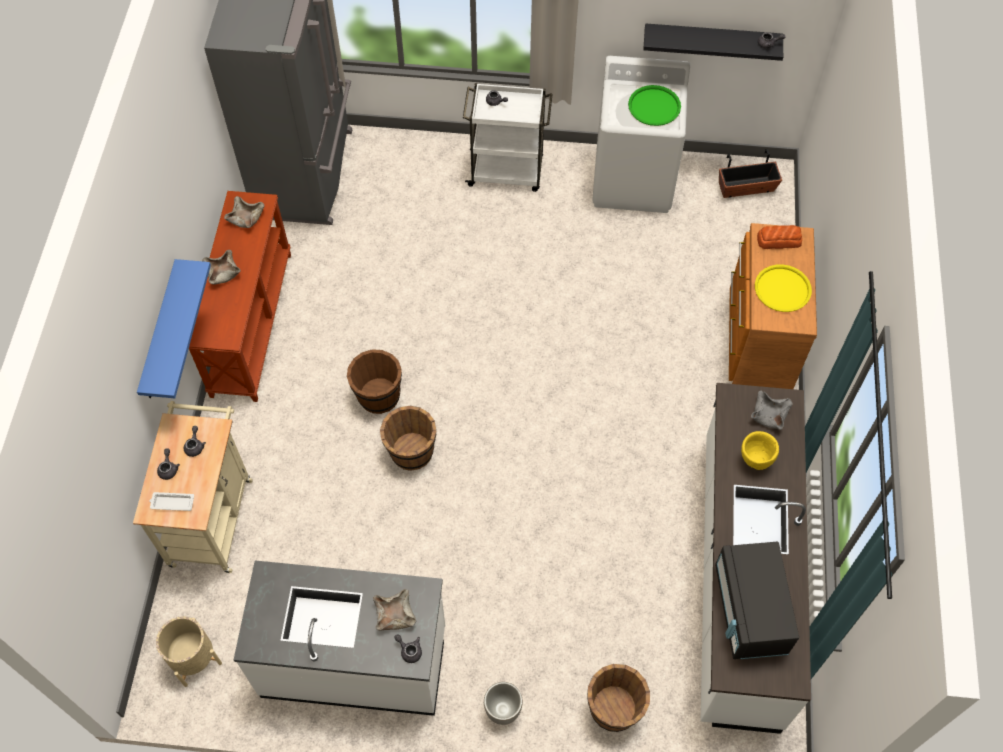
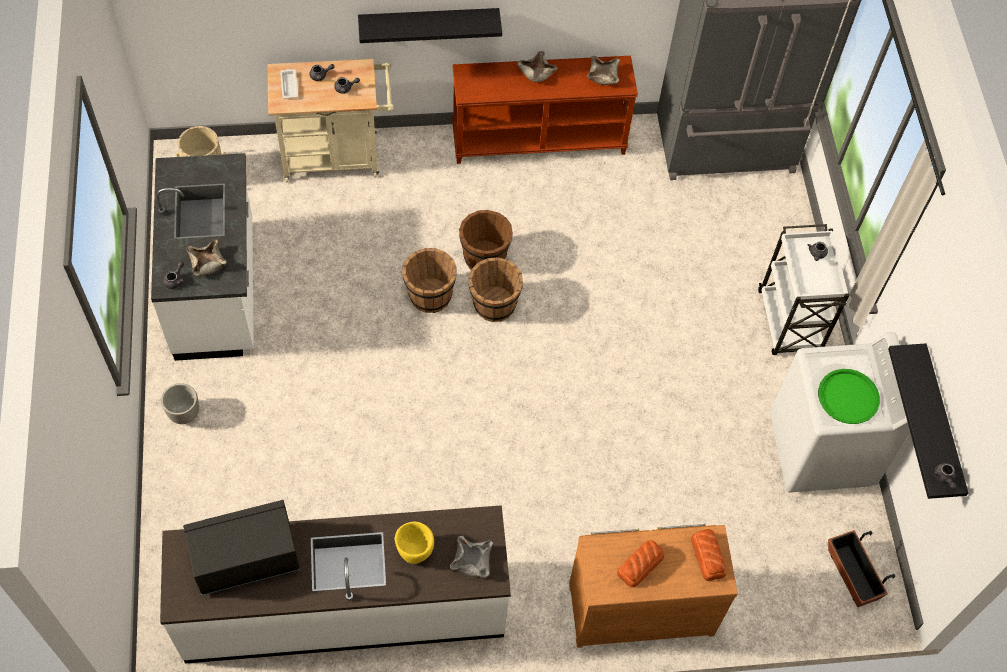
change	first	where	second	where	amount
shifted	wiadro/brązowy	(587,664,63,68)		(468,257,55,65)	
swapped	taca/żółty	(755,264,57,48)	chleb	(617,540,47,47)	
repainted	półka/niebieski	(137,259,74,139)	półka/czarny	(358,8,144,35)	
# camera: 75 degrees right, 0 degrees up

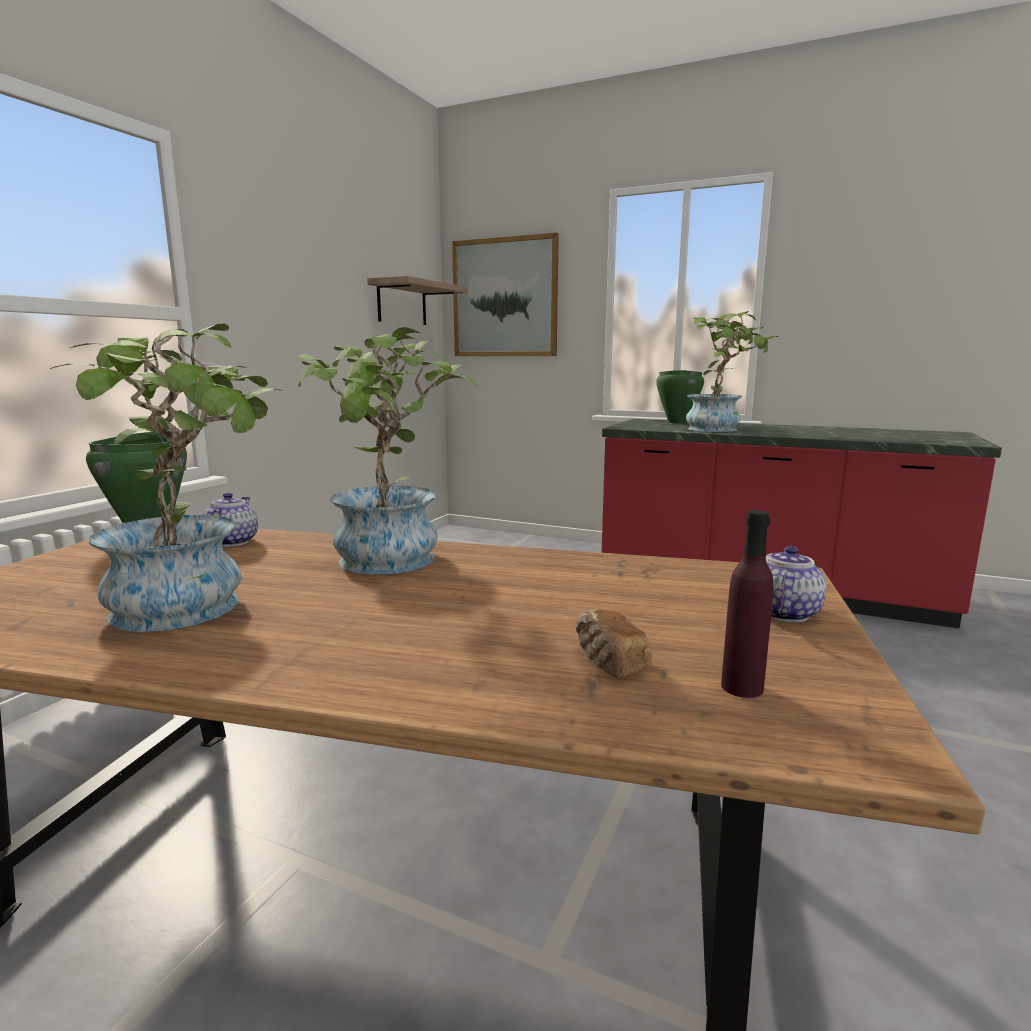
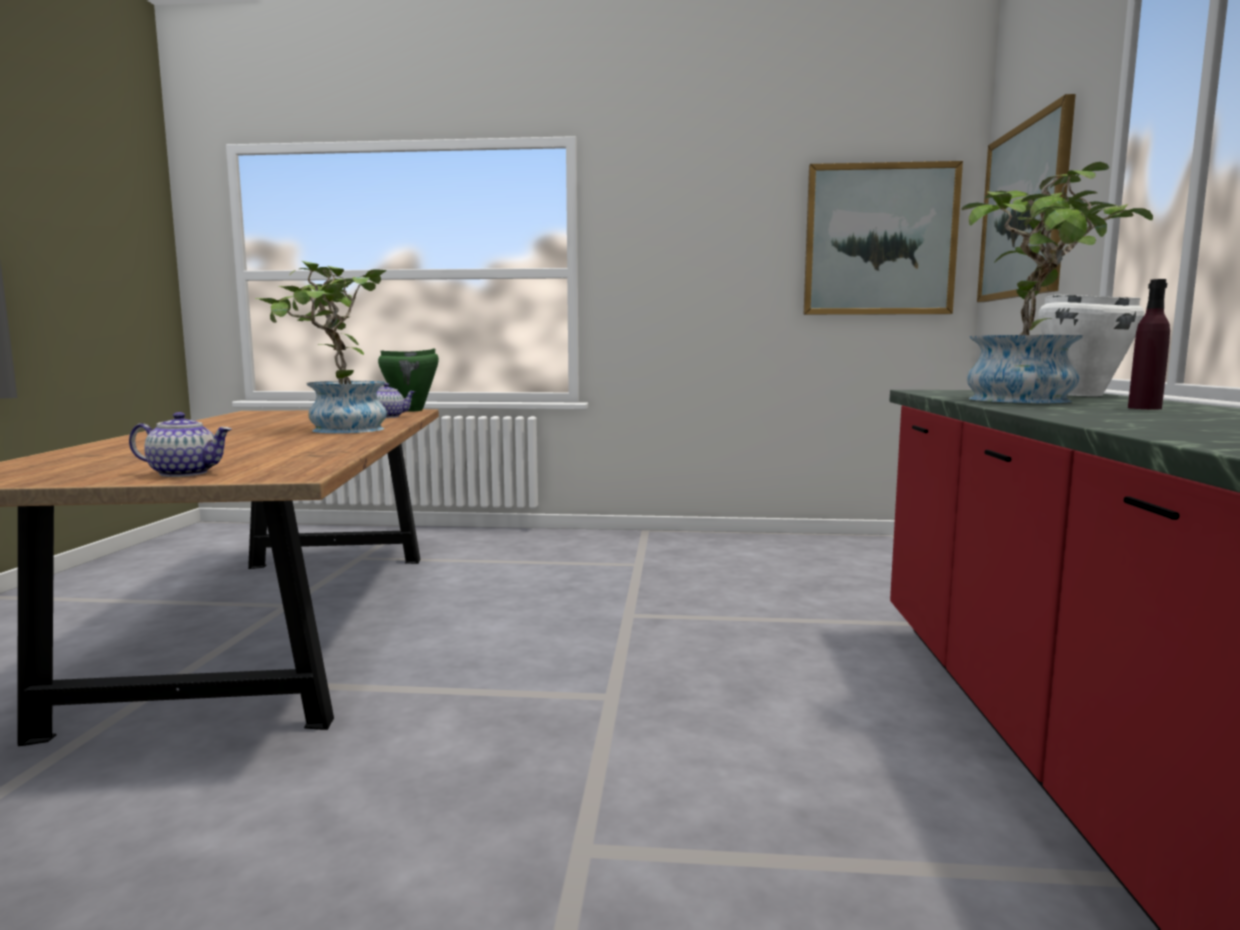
change	first	where	second	where	amount
gone	roślina doniczkowa	(50,324,233,308)			
gone	chleb	(575,610,77,68)			
shifted	butelka/fioletowy	(721,510,53,188)		(1128,279,42,130)	
swapped	półka	(367,276,101,49)	obraz	(804,161,159,154)	
repainted	garnek/zielony	(656,370,48,53)	garnek/biały	(1038,294,106,102)	
# camera: 70 degrees right, 5 degrees down

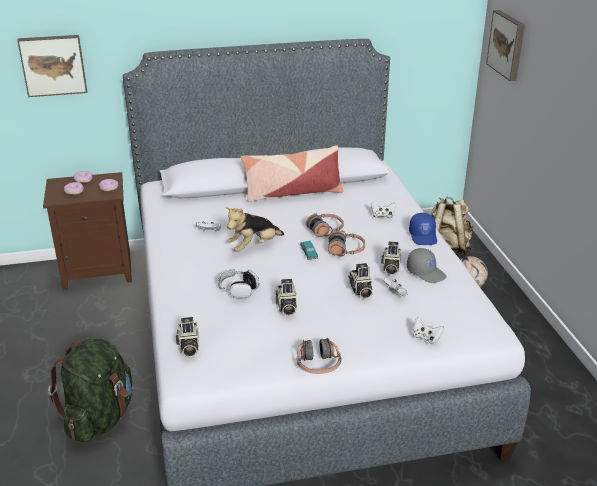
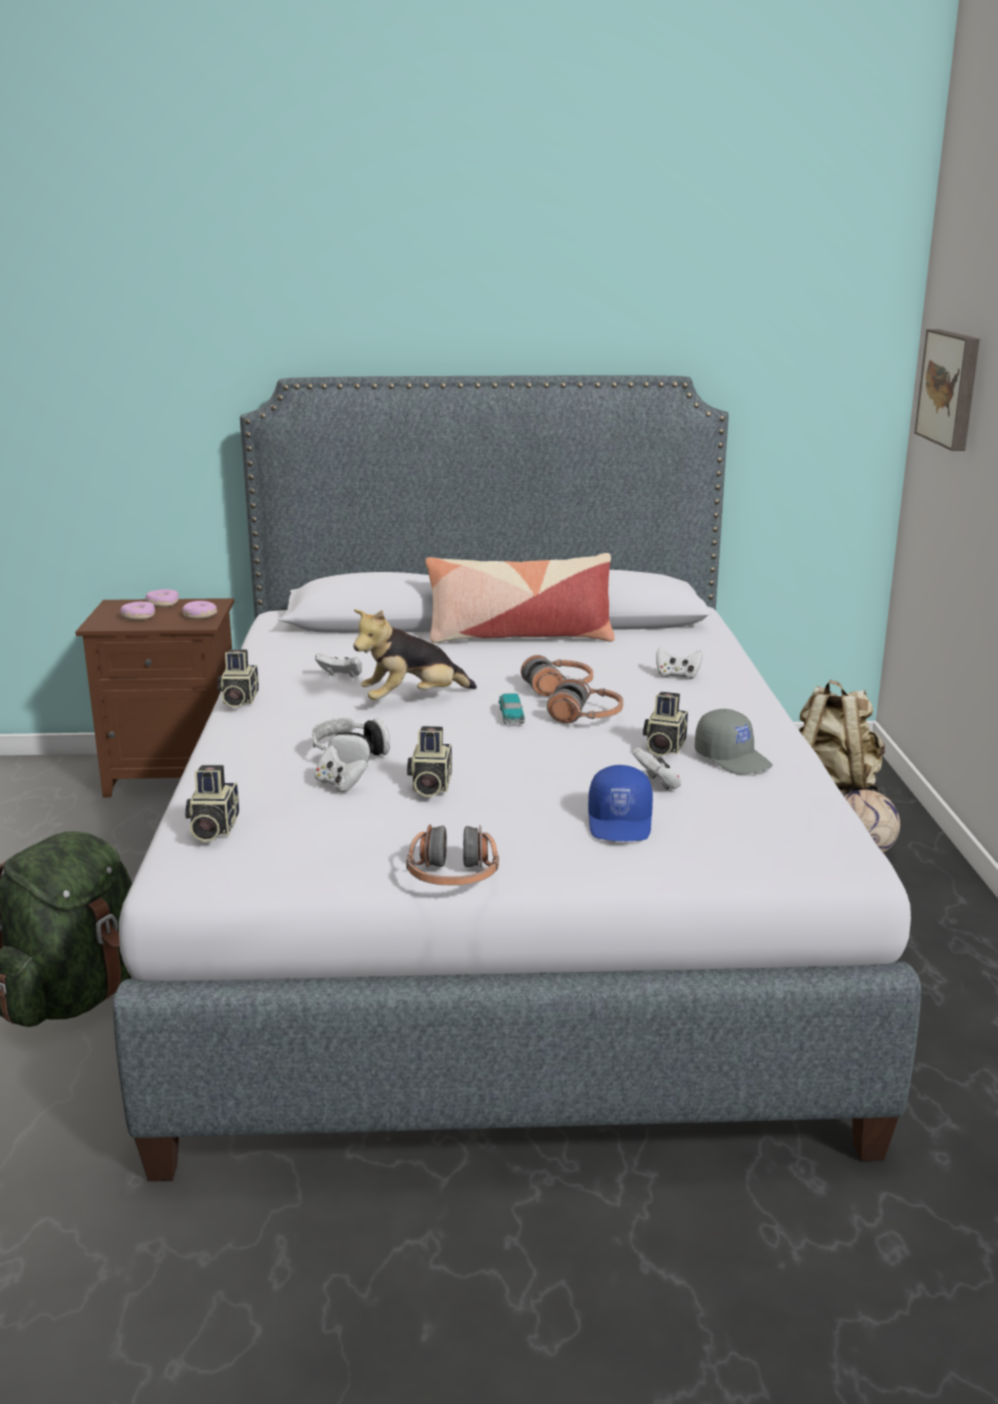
change	first	where	second	where	amount
gone	obraz	(17,35,70,62)			
shifted	aparat fotograficzny	(348,263,25,36)		(217,650,42,57)	
shifted	czapka z daszkiem/niebieski	(409,213,28,32)		(588,765,65,76)	
shifted	pad do gier/biały	(412,317,32,27)		(314,745,53,47)	
# camera: 10 degrees right, 10 degrees down

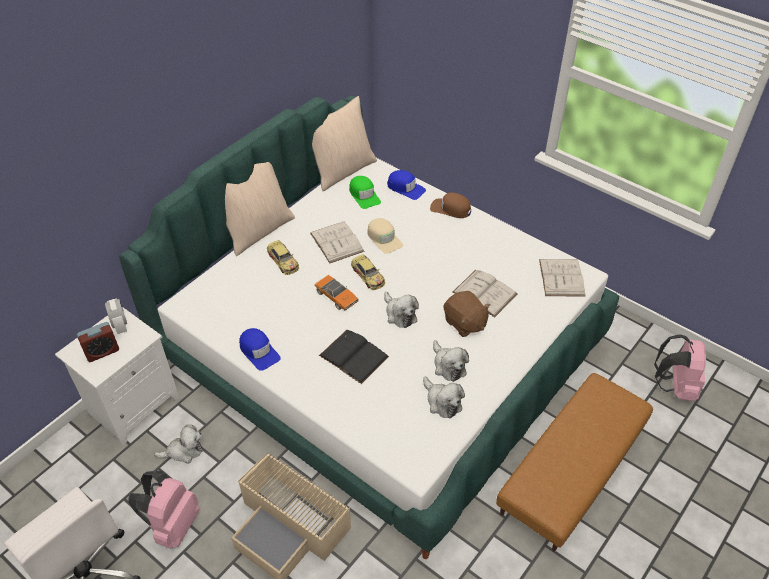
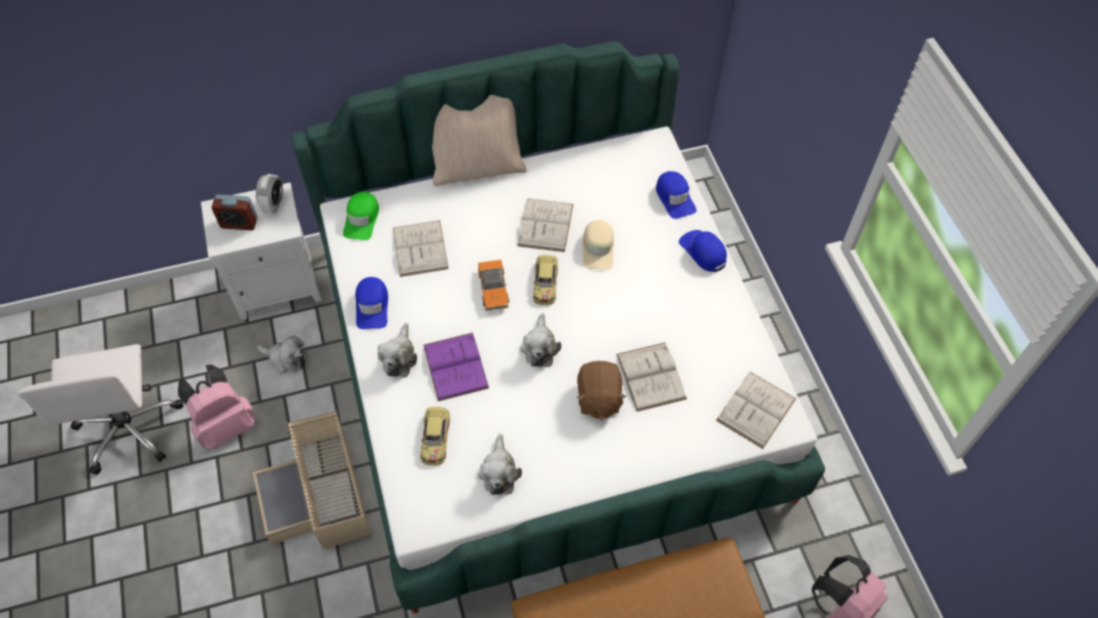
change	first	where	second	where	amount
gone	poduszka/beżowy	(312,96,65,95)			
new			książka/biały	(393,220,56,57)	
shifted	samochodzik	(267,240,32,35)		(420,407,30,58)	
shifted	czapka z daszkiem/zielony	(349,176,32,33)		(343,192,36,48)	
shifted	pluszak	(433,340,36,42)		(378,323,39,55)	
repainted	książka/czarny	(319,330,70,54)	książka/fioletowy	(423,333,66,68)	
repainted	czapka z daszkiem/brązowy	(430,192,41,26)	czapka z daszkiem/niebieski	(679,230,48,42)	
# camera: 35 degrees right, 10 degrees up

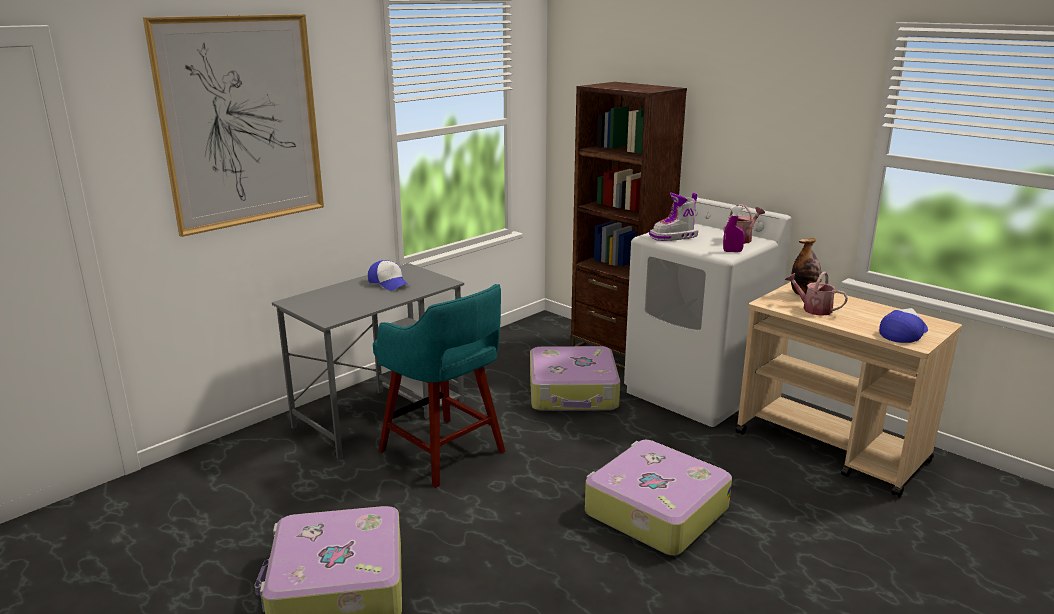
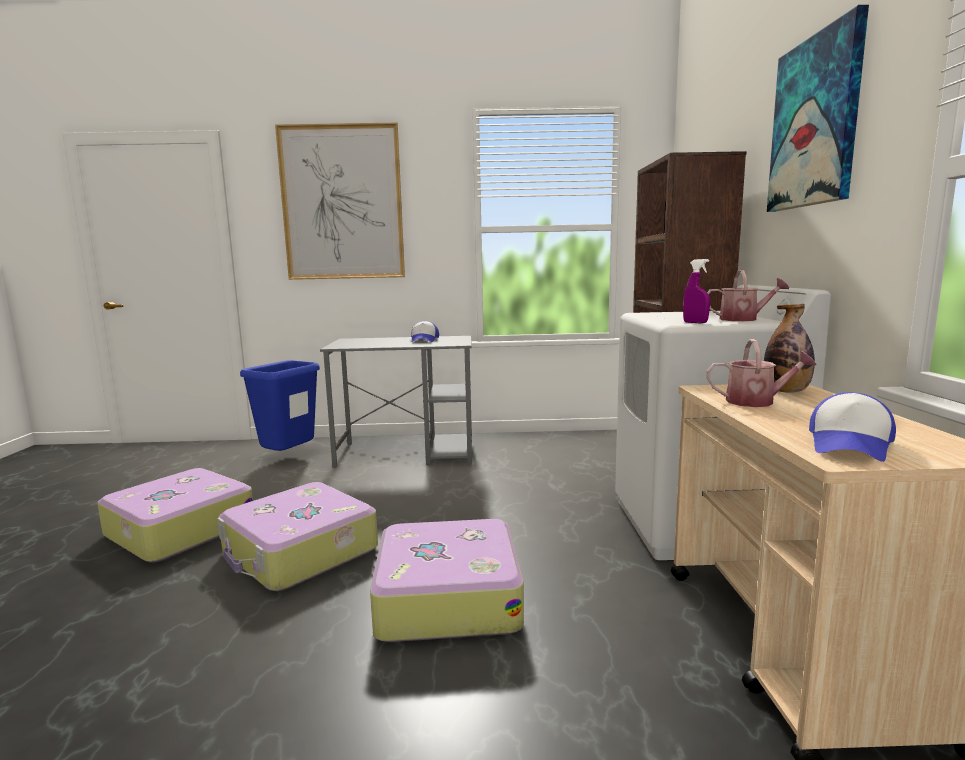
change	first	where	second	where	amount
gone	stołek/turkusowy	(373,284,132,204)			
gone	but z cholewką	(649,193,50,48)			
new			kosz na śmieci/niebieski	(240,360,80,91)	
new			obraz	(767,5,102,207)	
shifted	walizka	(530,346,90,65)		(217,482,161,109)	
rotated	konewka	(785,271,63,45)		(707,339,110,68)	105 degrees clockwise
rotated	czapka z daszkiem	(879,308,49,35)		(809,392,87,70)	120 degrees clockwise
# camera: 45 degrees right, 10 degrees down

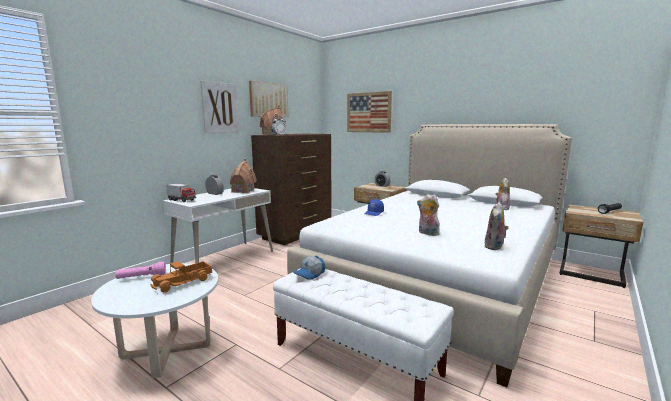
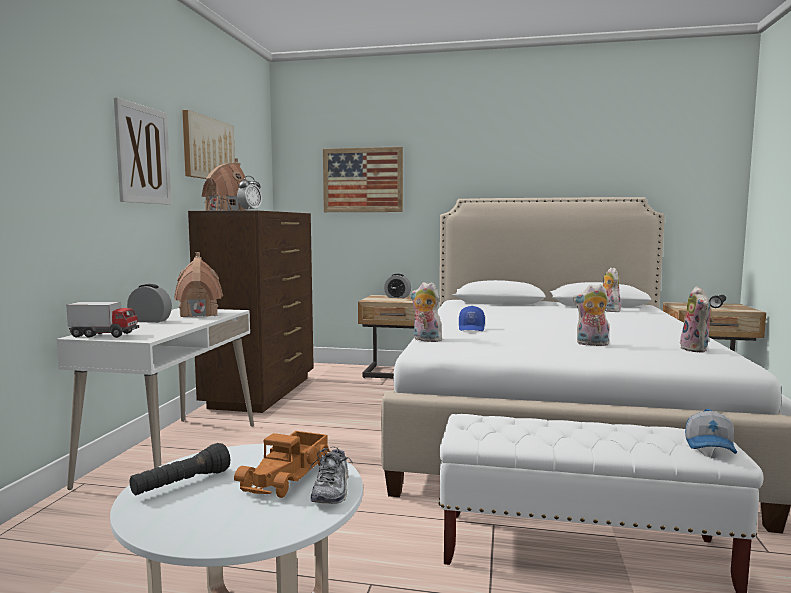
change	first	where	second	where	amount
new			but	(309,447,44,57)	
new			pluszak	(410,282,32,60)	
shifted	czapka z daszkiem	(293,256,32,24)		(685,409,52,45)	
repainted	latarka/różowy	(115,261,51,18)	latarka/czarny	(130,443,100,52)	
# camera: 25 degrees left, 5 degrees down

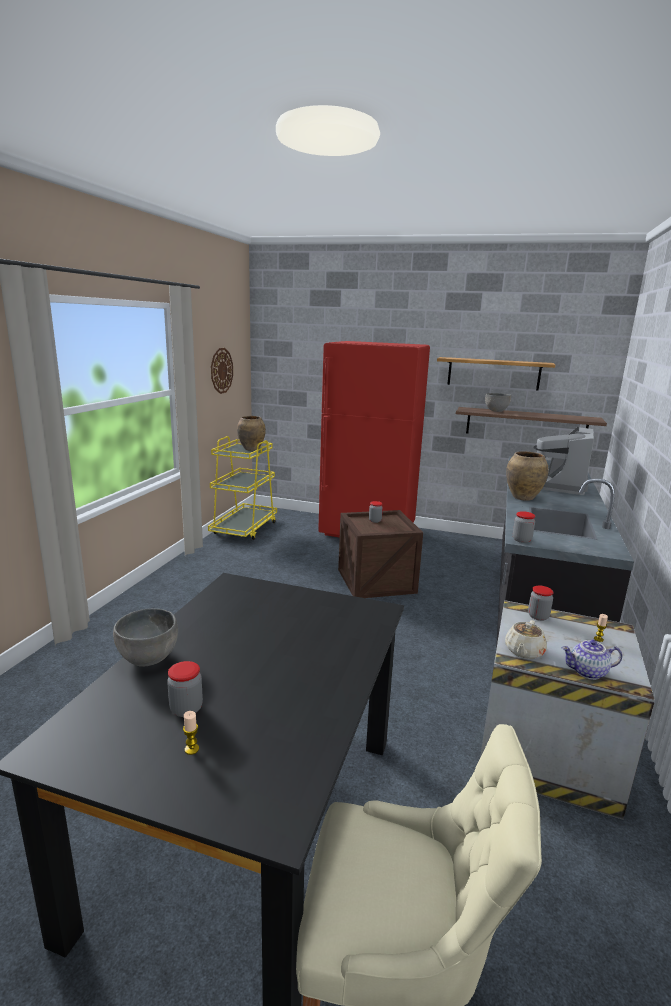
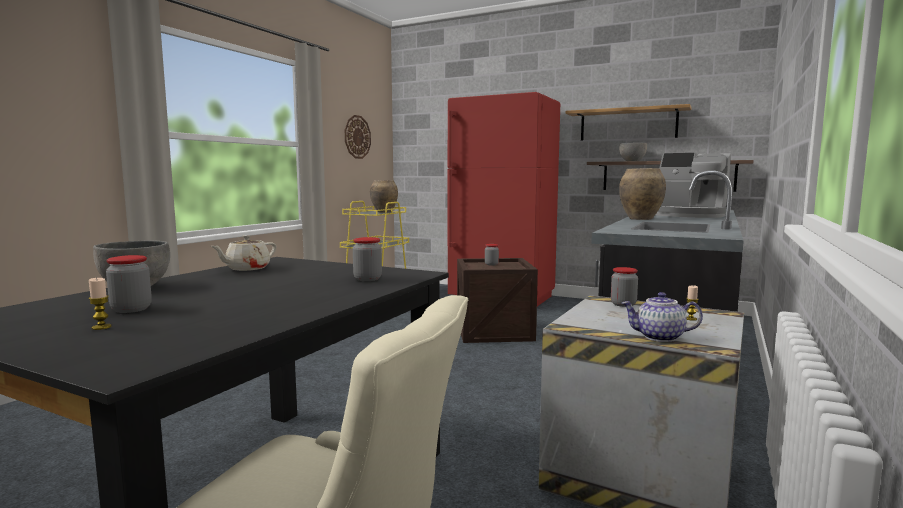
change	first	where	second	where	amount
shifted	imbryk/beżowy	(505,620,42,39)		(211,235,66,36)	
shifted	słoik	(513,511,22,32)		(353,237,29,44)	
rotated	ekspres do kawy	(533,427,61,68)		(656,153,75,65)	90 degrees counterclockwise
# camera: 10 degrees right, 10 degrees down

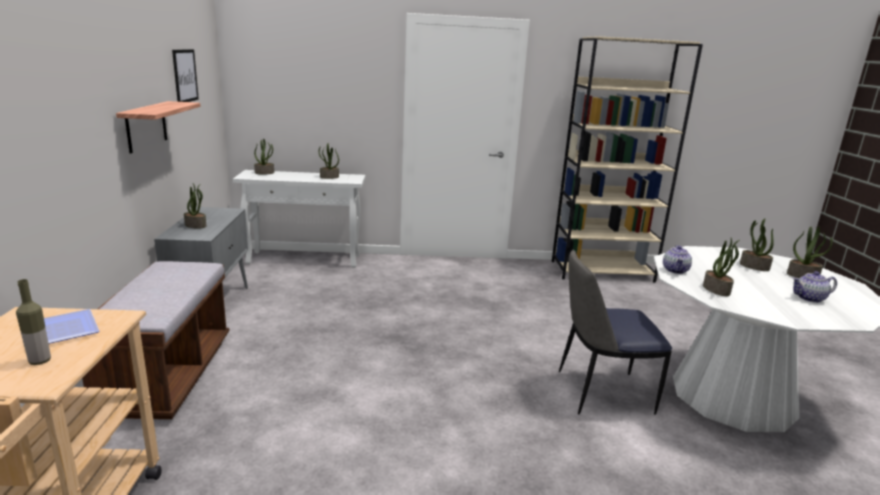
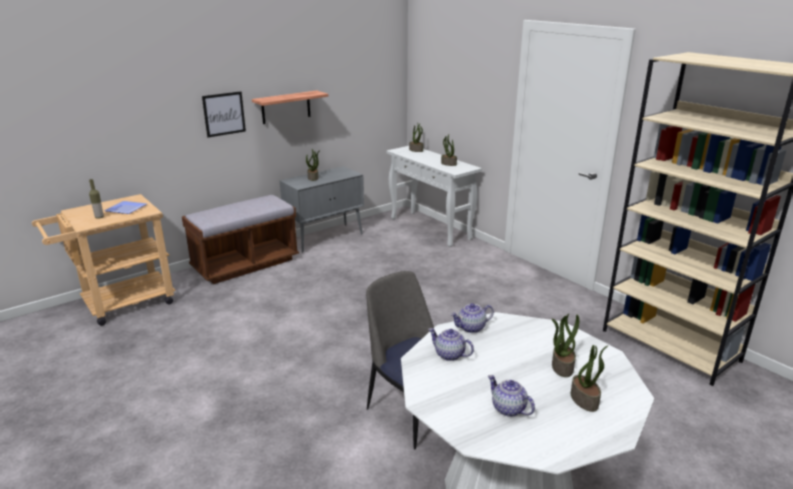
change	first	where	second	where	amount
shifted	obraz	(172,49,27,53)		(202,91,44,46)	
swapped	roślina doniczkowa	(703,238,36,58)	imbryk	(429,328,45,33)	
# camera: 55 degrees right, 5 degrees up

